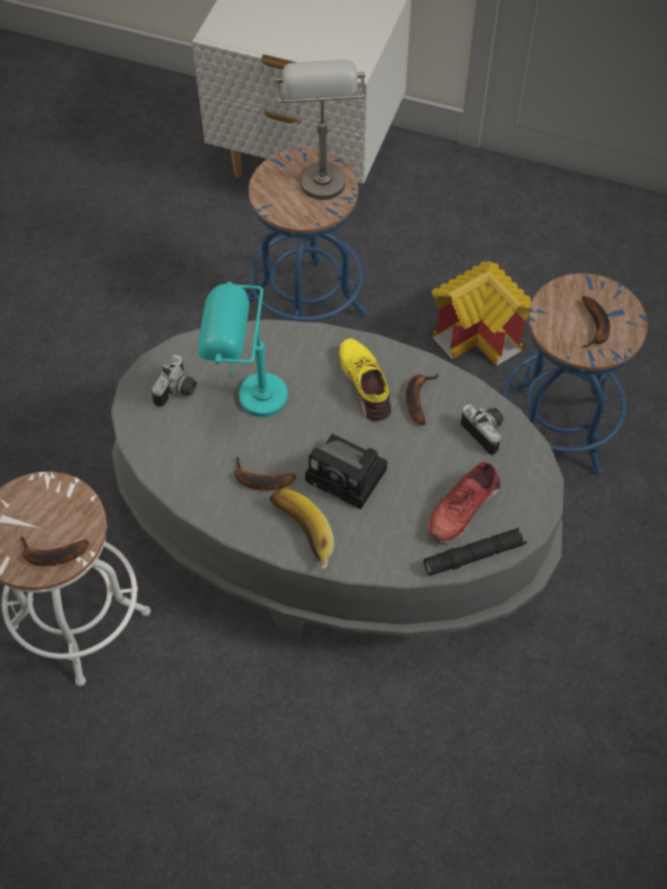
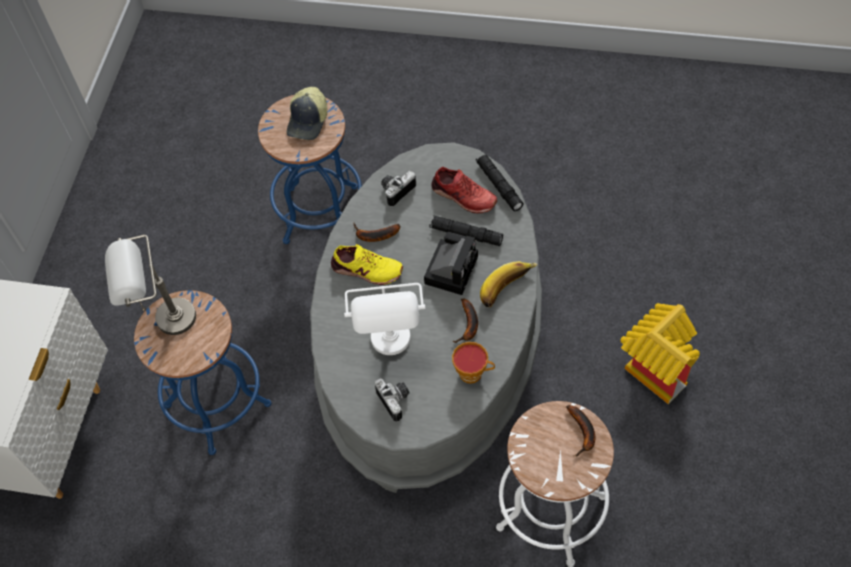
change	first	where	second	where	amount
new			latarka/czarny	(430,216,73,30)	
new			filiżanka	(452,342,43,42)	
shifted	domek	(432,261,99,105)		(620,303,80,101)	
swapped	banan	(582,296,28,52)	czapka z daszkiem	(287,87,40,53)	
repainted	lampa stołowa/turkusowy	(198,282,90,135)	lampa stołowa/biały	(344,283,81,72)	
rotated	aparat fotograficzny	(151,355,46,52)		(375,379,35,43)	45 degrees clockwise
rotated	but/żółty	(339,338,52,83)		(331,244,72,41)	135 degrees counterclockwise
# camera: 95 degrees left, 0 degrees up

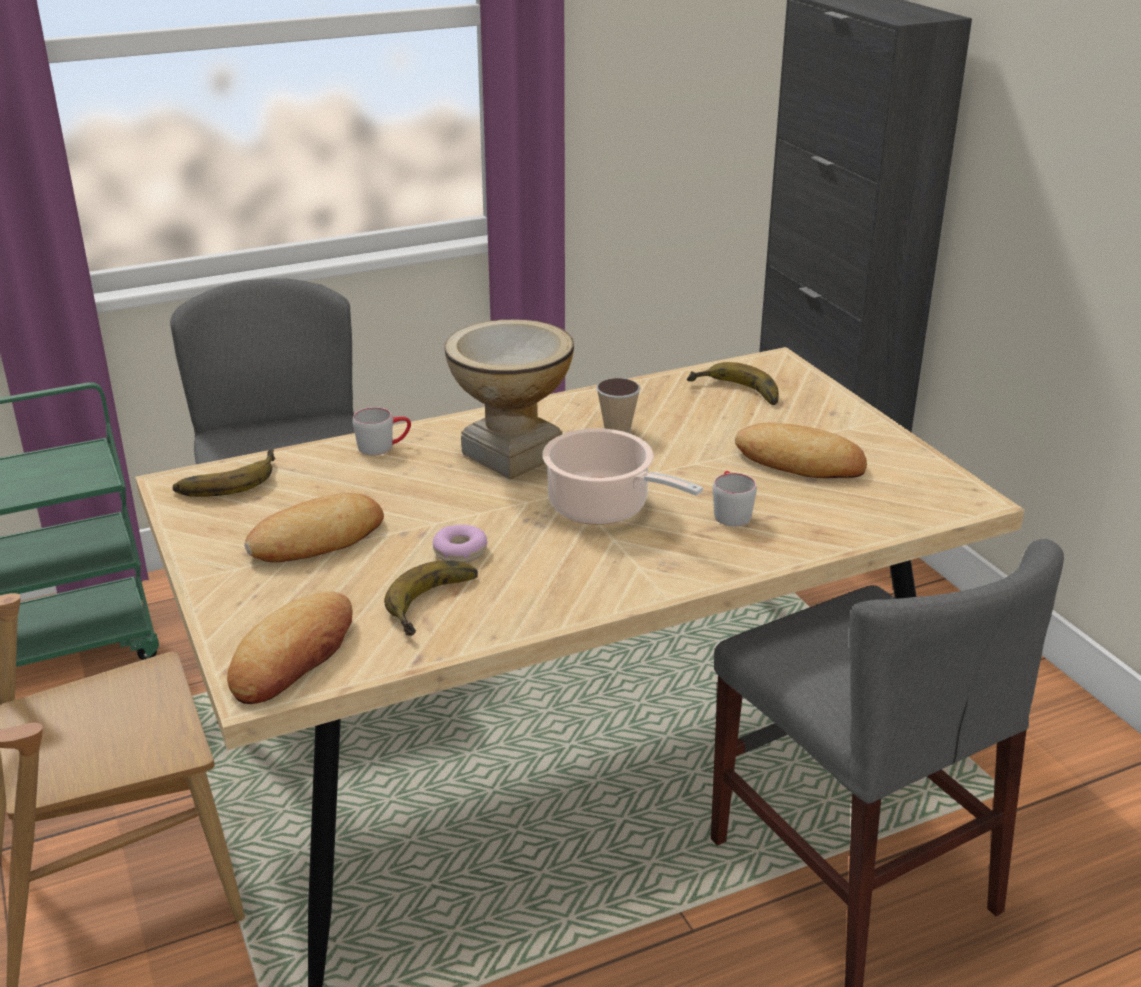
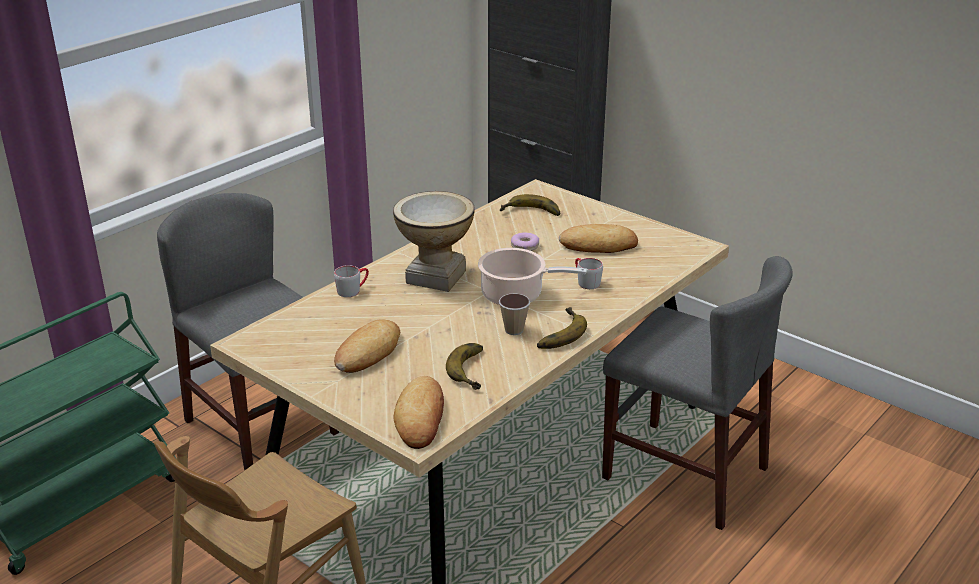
change	first	where	second	where	amount
shifted	banan	(173,449,102,48)		(537,307,50,42)	
shifted	donut	(433,525,54,38)		(511,233,28,18)	
shifted	filiżanka	(596,378,45,55)		(499,293,31,42)	
# camera: 25 degrees left, 0 degrees up

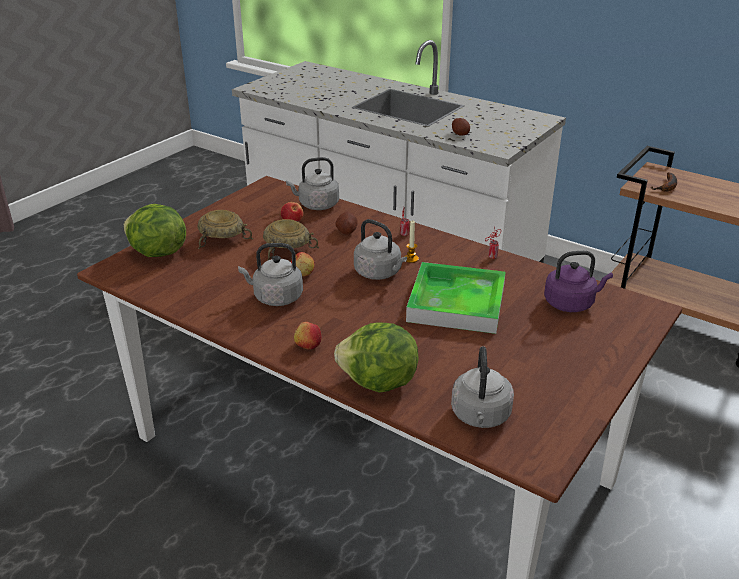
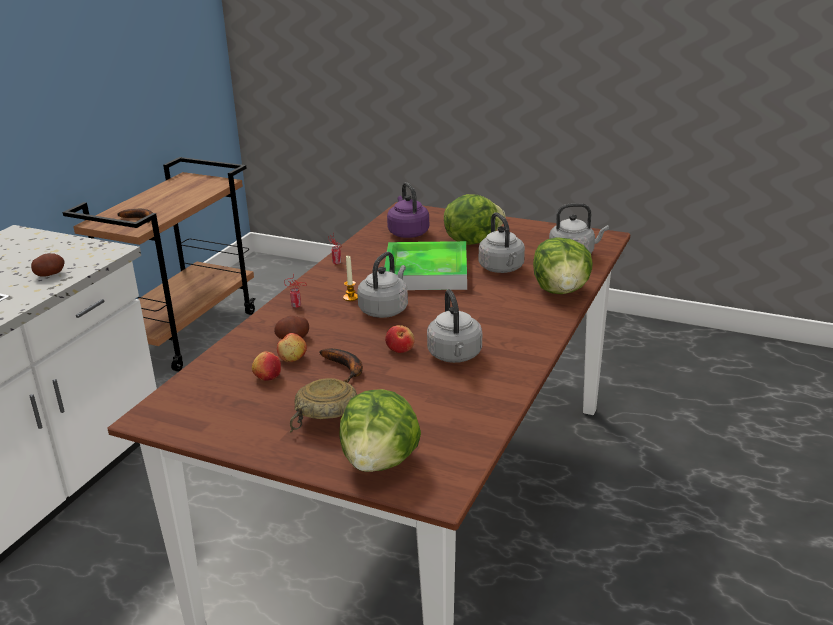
change	first	where	second	where	amount
new			sałata	(444,194,62,51)	
shifted	czajnik/szary	(286,157,53,53)		(479,212,46,61)	
shifted	jabłko	(294,322,27,27)		(277,333,30,29)	
swapped	miska/beżowy	(263,219,56,41)	banan	(319,348,44,35)	
# camera: 100 degrees left, 5 degrees down

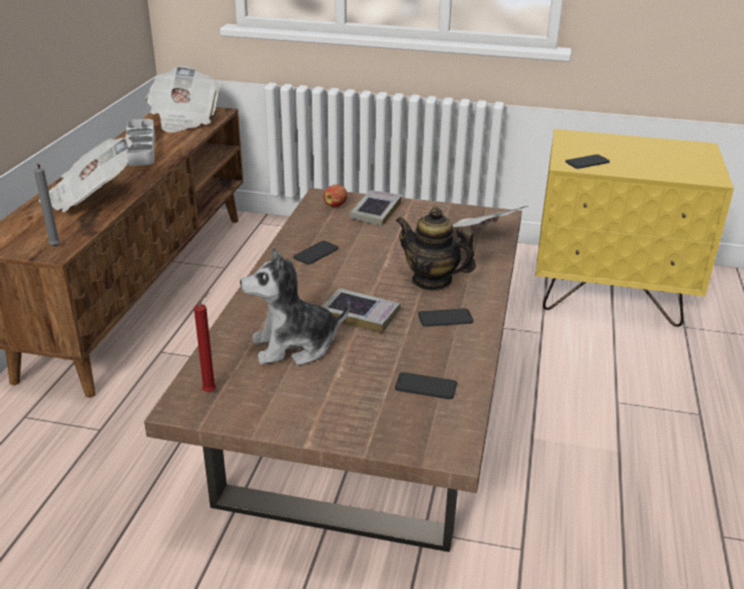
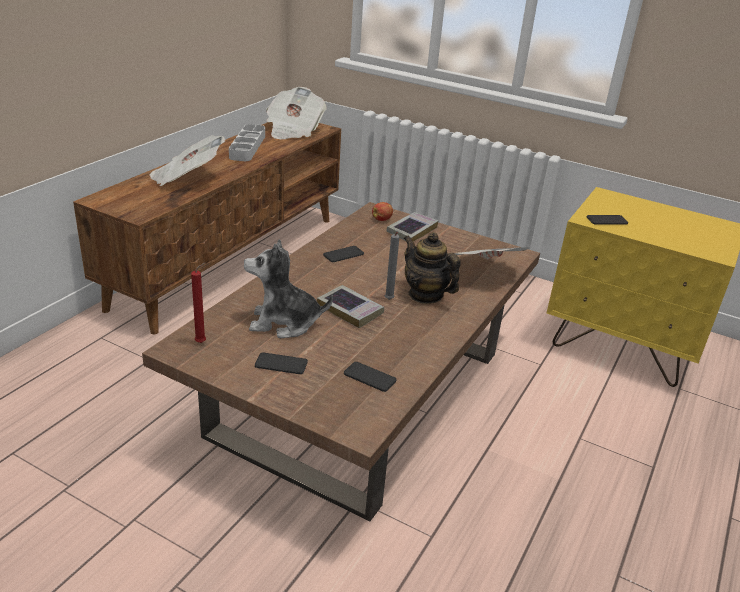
change	first	where	second	where	amount
shifted	świeca/szary	(34,164,26,82)		(385,232,15,68)	
shifted	telefon	(418,308,56,19)		(255,352,53,22)	
# camera: 15 degrees right, 0 degrees up

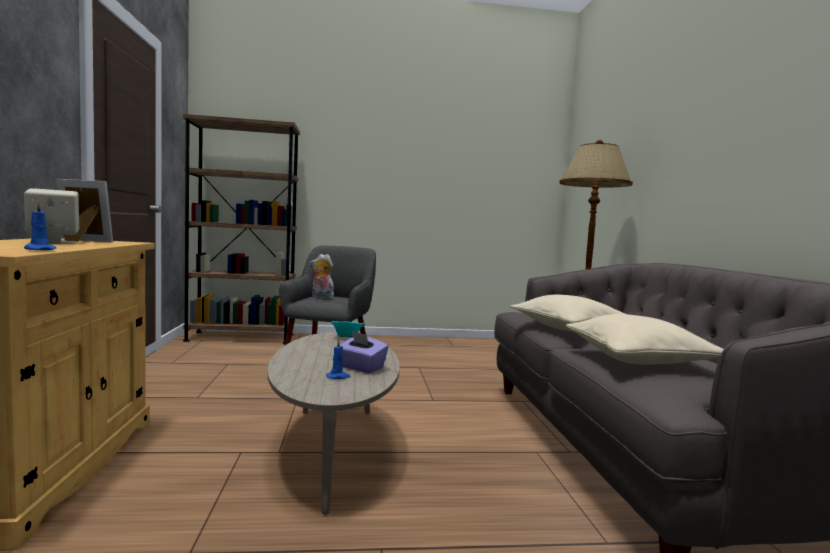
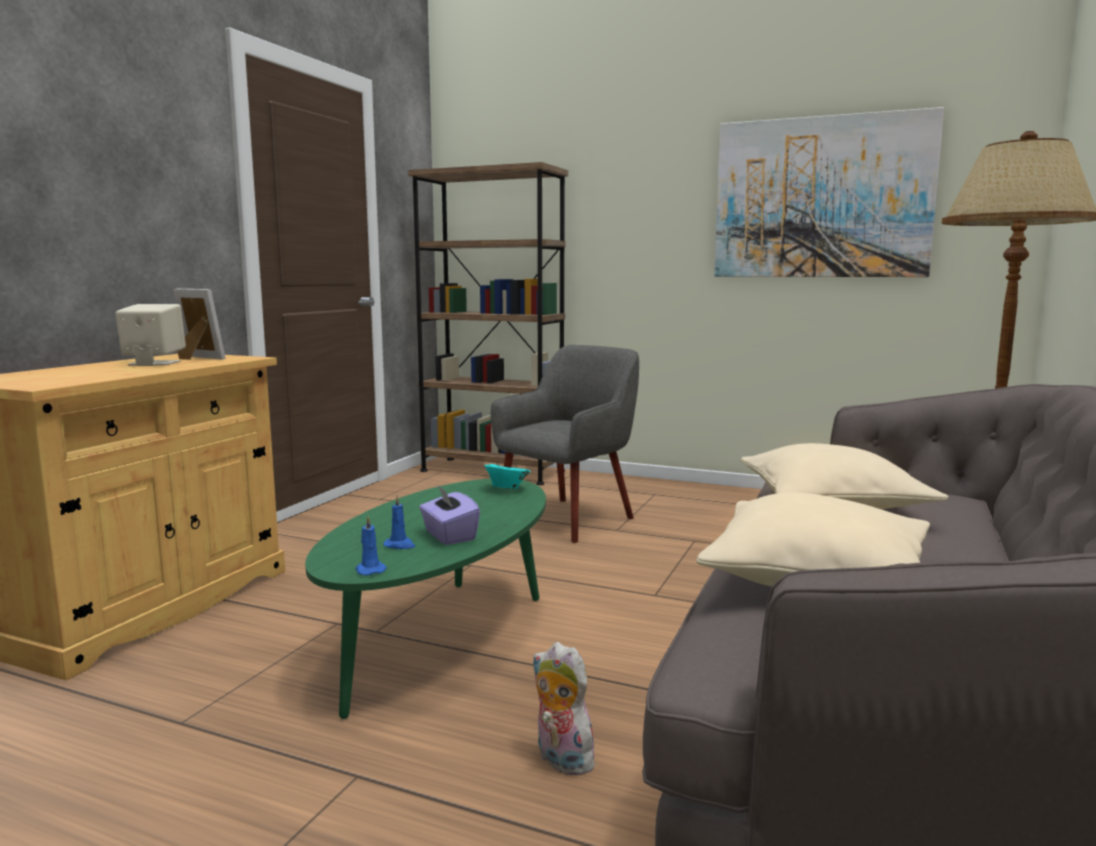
change	first	where	second	where	amount
new			obraz	(714,107,230,170)	
shifted	świeca/niebieski	(24,202,32,48)		(356,516,31,59)	
shifted	pluszak	(310,254,24,45)		(532,642,68,134)	
repainted	ława/beżowy	(268,332,132,183)	ława/zielony	(305,479,241,240)	
# camera: 30 degrees right, 5 degrees up

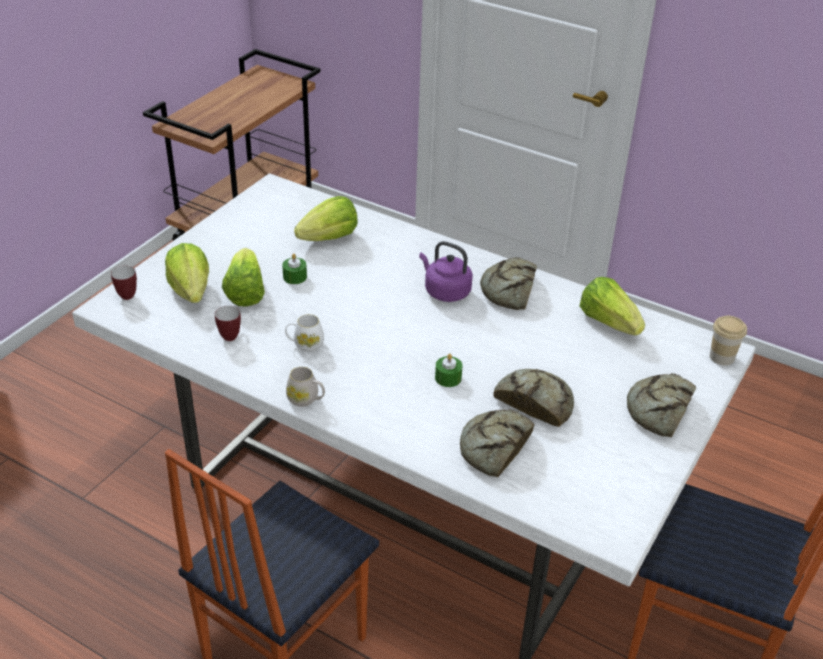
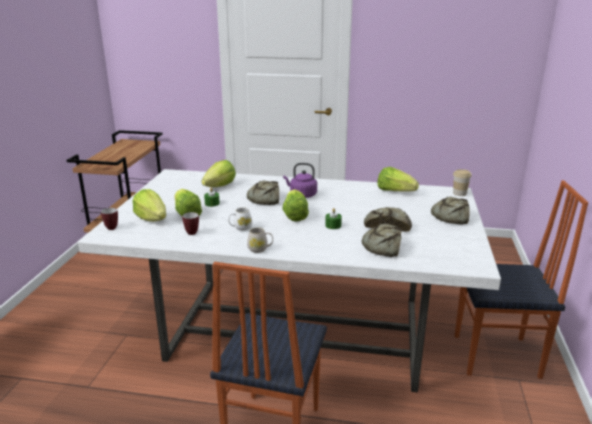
change	first	where	second	where	amount
new			sałata	(282,189,27,32)	
shifted	chleb	(480,257,57,53)		(247,180,32,25)	
# camera: 20 degrees left, 15 degrees down

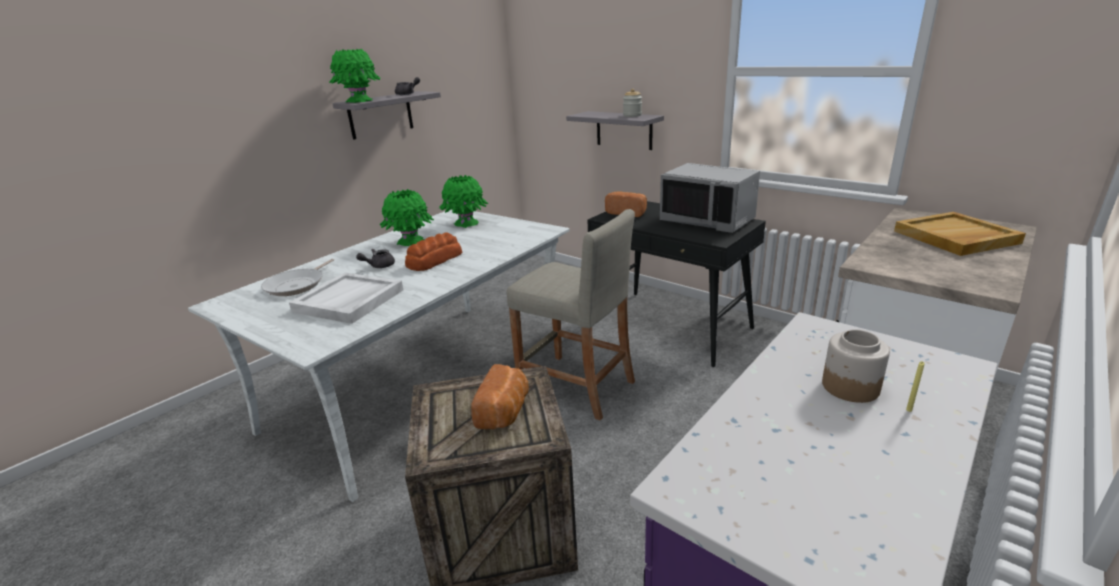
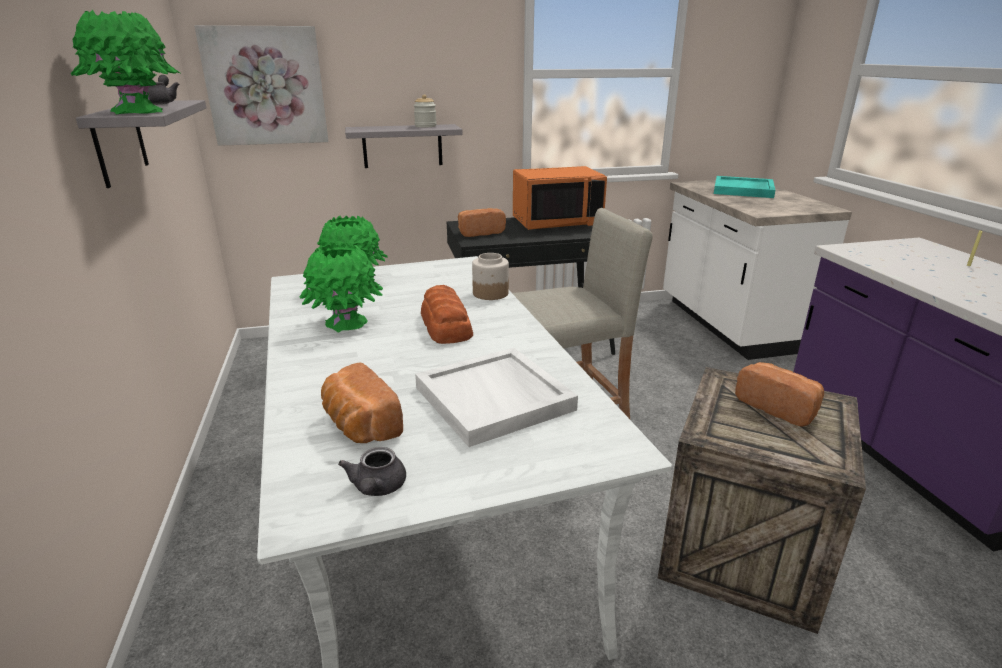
change	first	where	second	where	amount
new			obraz	(194,25,134,121)	
shifted	imbryk/szary	(356,249,39,19)		(338,447,68,49)	
shifted	słoik	(822,330,68,73)		(472,253,37,47)	
swapped	patelnia	(261,259,73,37)	chleb	(321,362,82,81)	
repainted	mikrofalówka/szary	(660,163,100,70)	mikrofalówka/pomarańczowy	(513,166,94,64)	
repainted	taca/beżowy	(894,212,132,44)	taca/turkusowy	(714,176,61,22)	
# camera: 55 degrees left, 0 degrees up

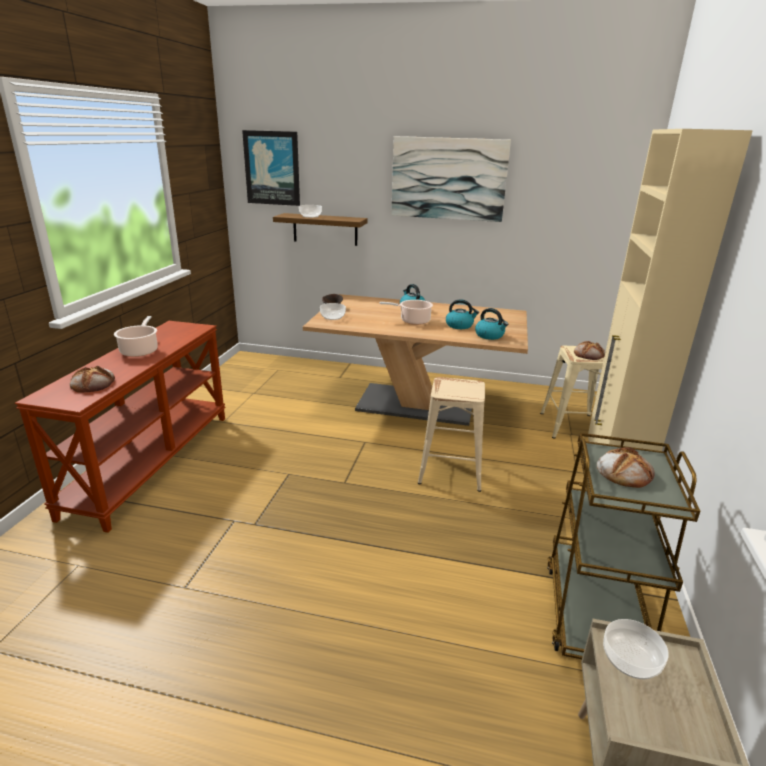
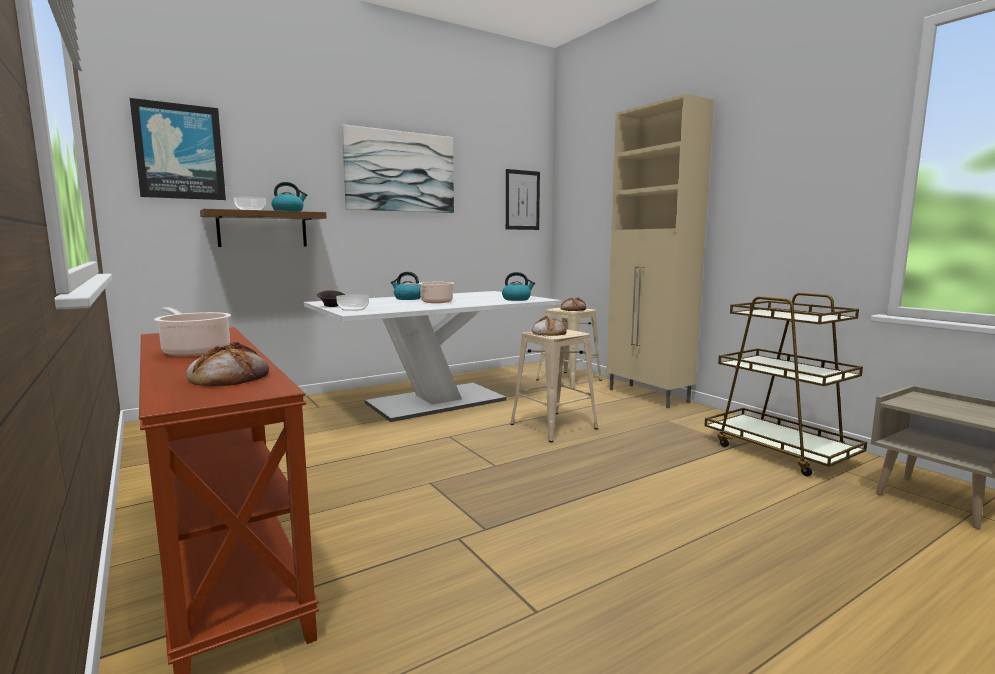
change	first	where	second	where	amount
gone	miska	(603,619,66,60)			
new			obraz	(506,169,34,61)	
shifted	czajnik	(446,299,33,30)		(271,182,36,29)	
shifted	chleb	(597,448,58,40)		(532,316,35,20)	
repainted	stół jadalny/brązowy	(303,294,225,132)	stół jadalny/biały	(304,291,257,131)	
# camera: 45 degrees left, 15 degrees down

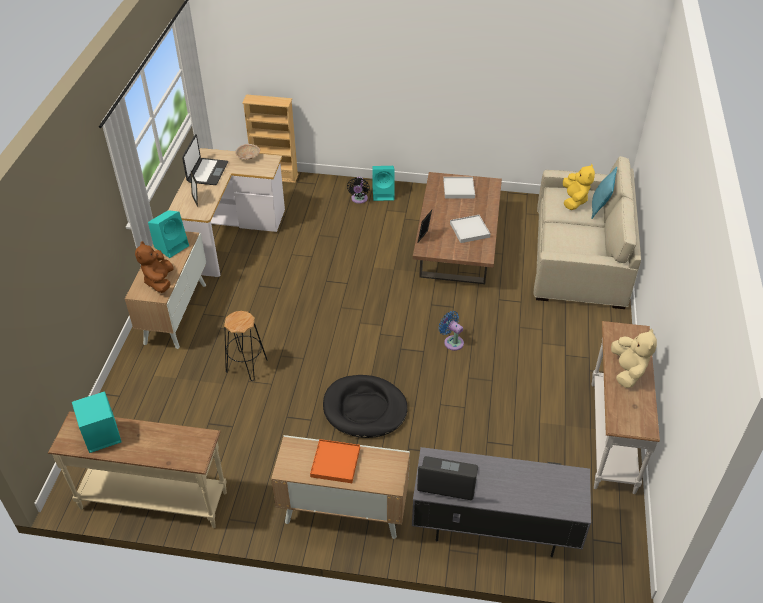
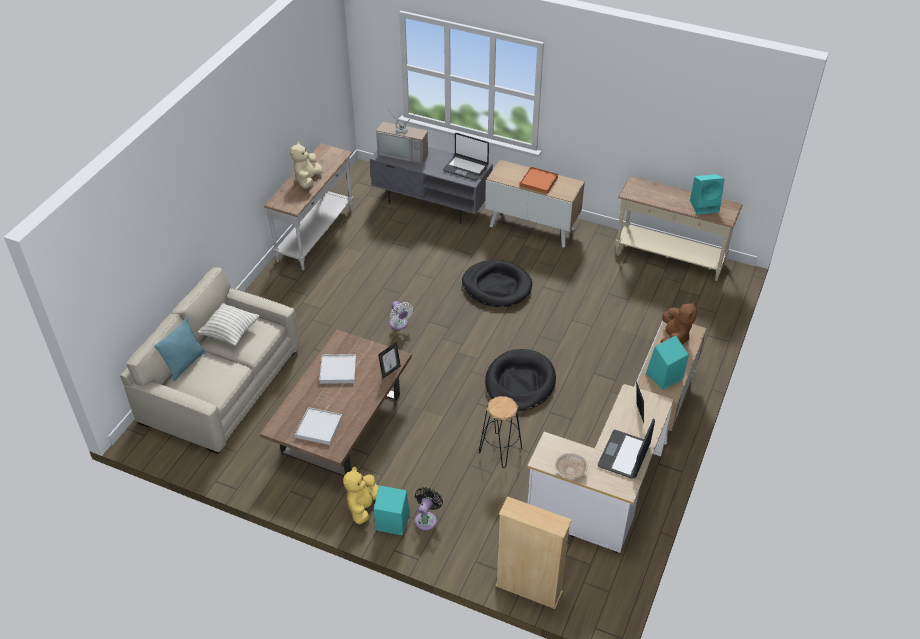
change	first	where	second	where	amount
new			poduszka	(198,303,62,42)	
new			telewizor	(376,109,52,55)	
new			legowisko/czarny	(485,349,71,62)	
shifted	stołek/czarny	(224,311,43,70)		(479,396,43,72)	
shifted	pluszak/żółty	(563,164,32,46)		(343,467,36,57)	
repainted	wentylator/niebieski	(438,311,26,40)	wentylator/biały	(389,301,24,29)	
# camera: 165 degrees left, 0 degrees up

